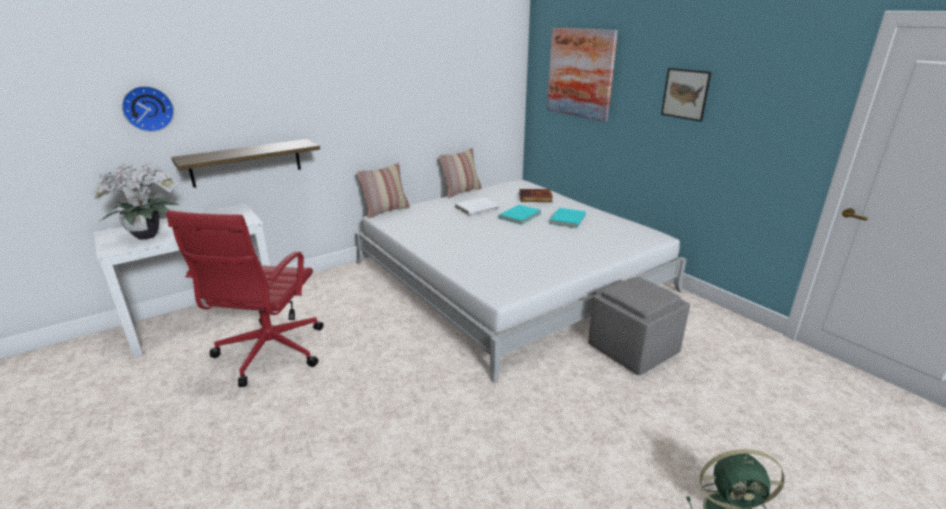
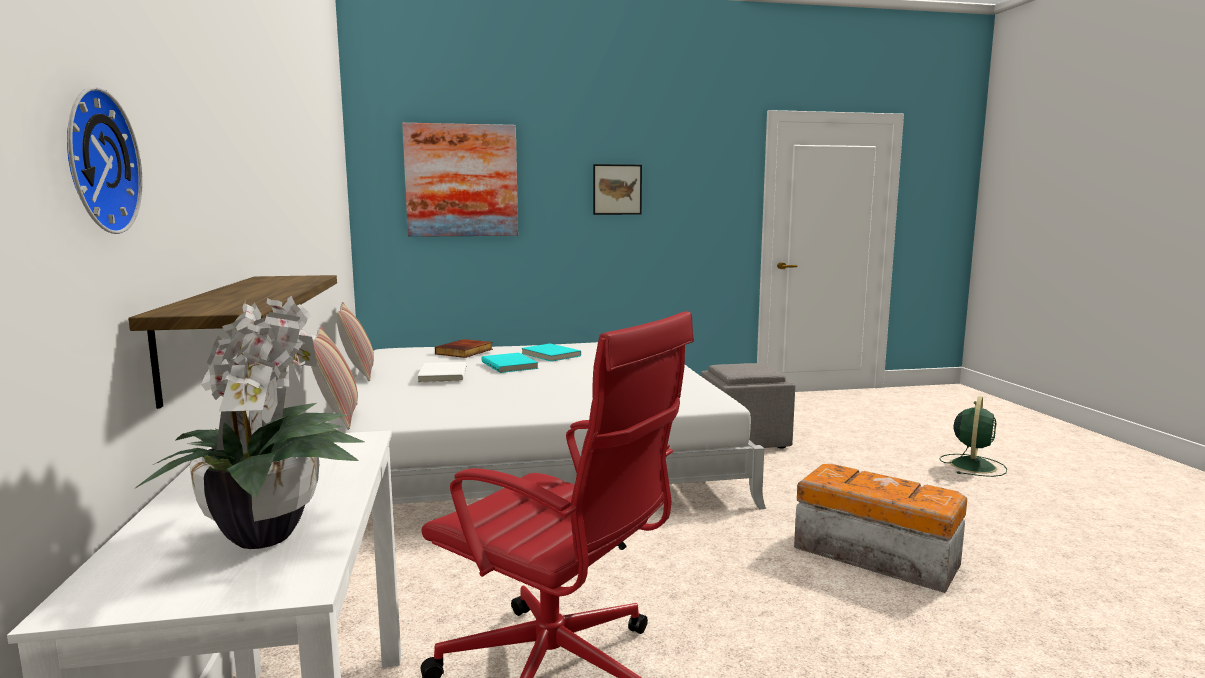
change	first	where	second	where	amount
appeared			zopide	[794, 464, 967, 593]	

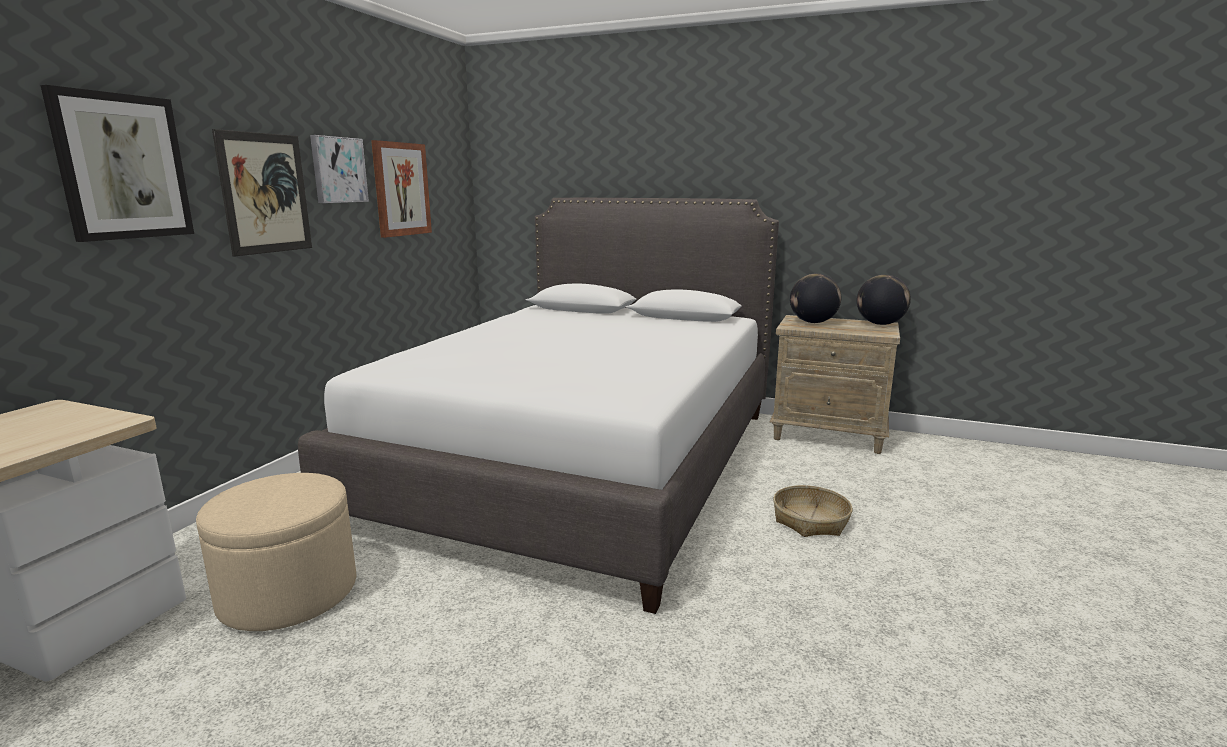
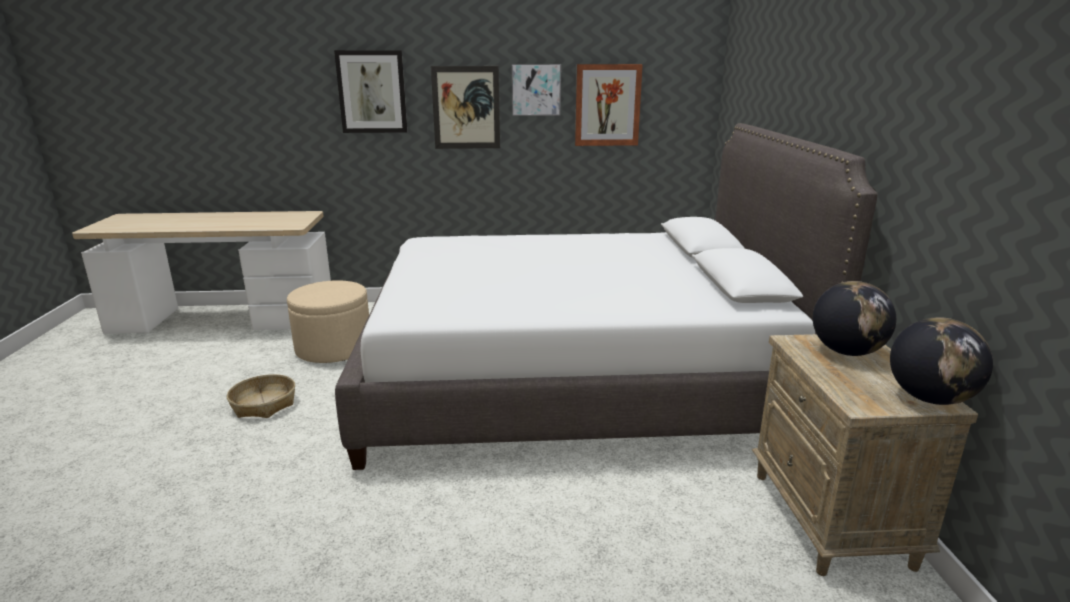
change	first	where	second	where	amount
relocated	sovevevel	[773, 485, 853, 537]		[227, 374, 295, 418]	

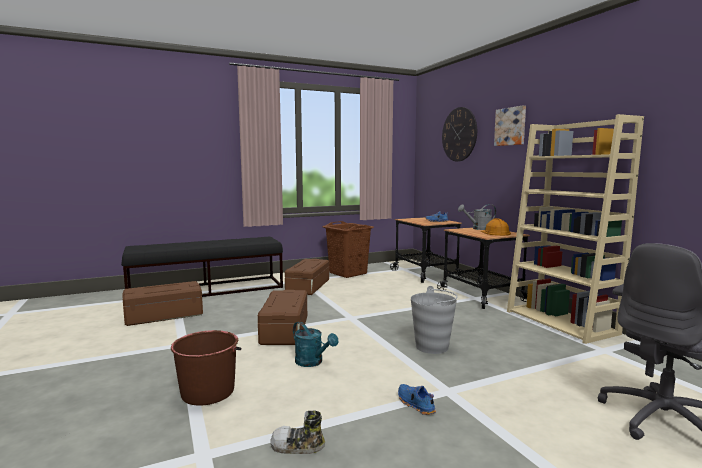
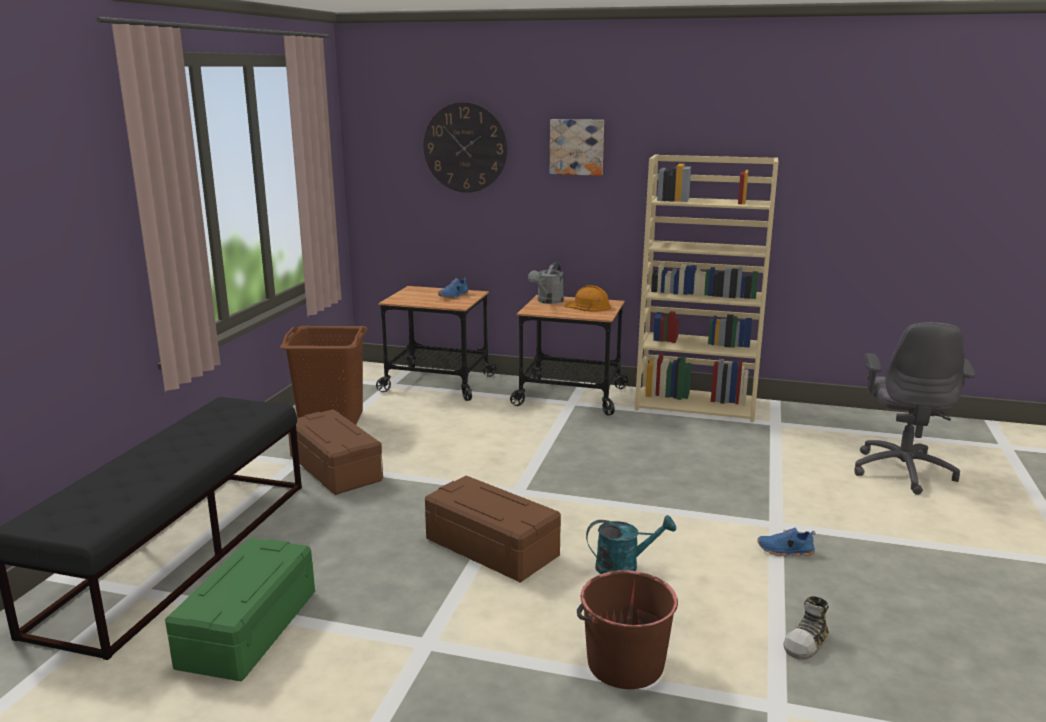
change	first	where	second	where	amount
colour	zopide (brown)	[122, 281, 203, 326]	zopide (green)	[165, 538, 315, 681]	
missing	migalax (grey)	[411, 286, 457, 354]			

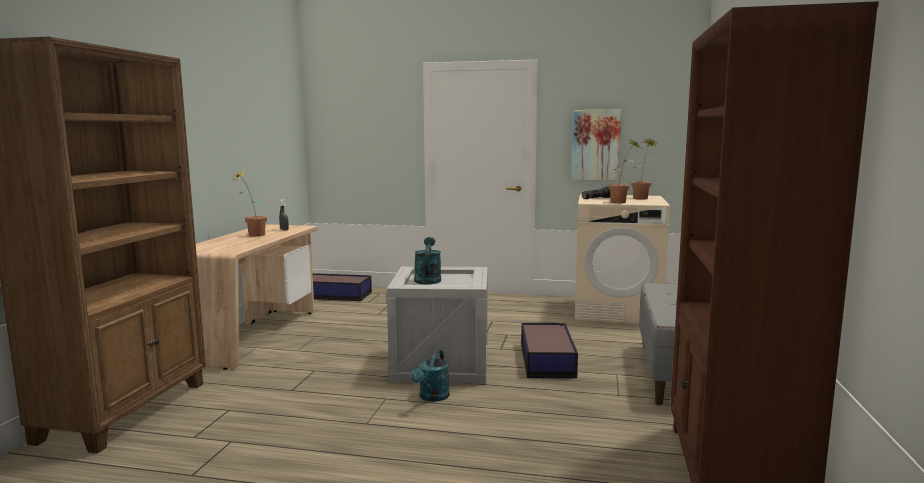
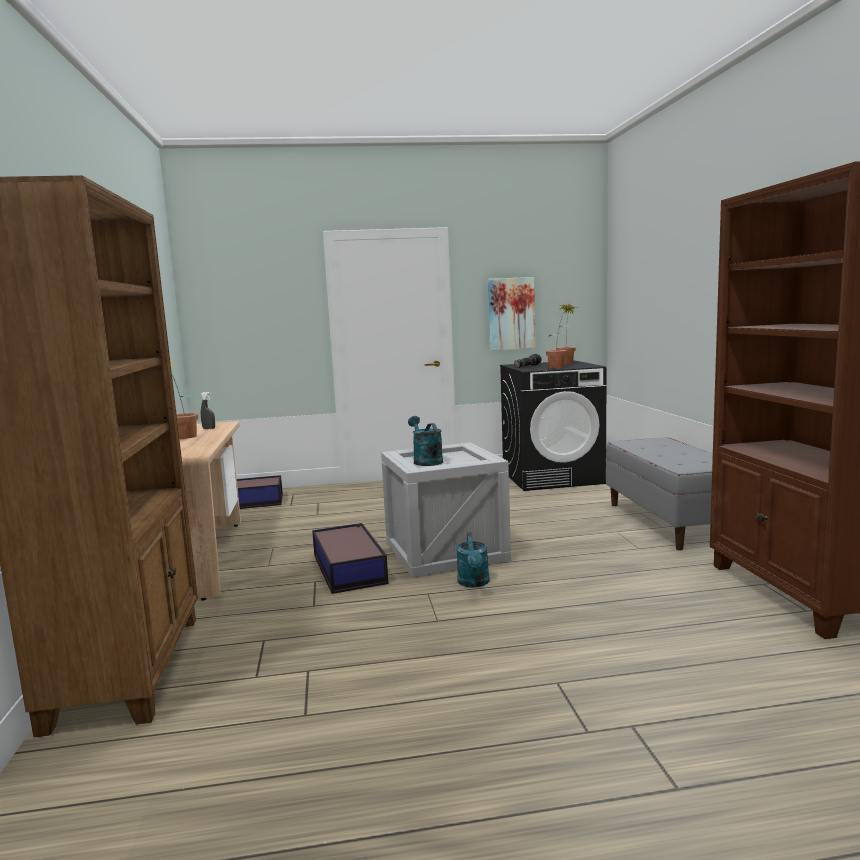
change	first	where	second	where	amount
relocated	zopide	[521, 323, 578, 378]		[312, 523, 388, 594]	
colour	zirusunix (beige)	[575, 194, 670, 324]	zirusunix (black)	[500, 361, 606, 491]	

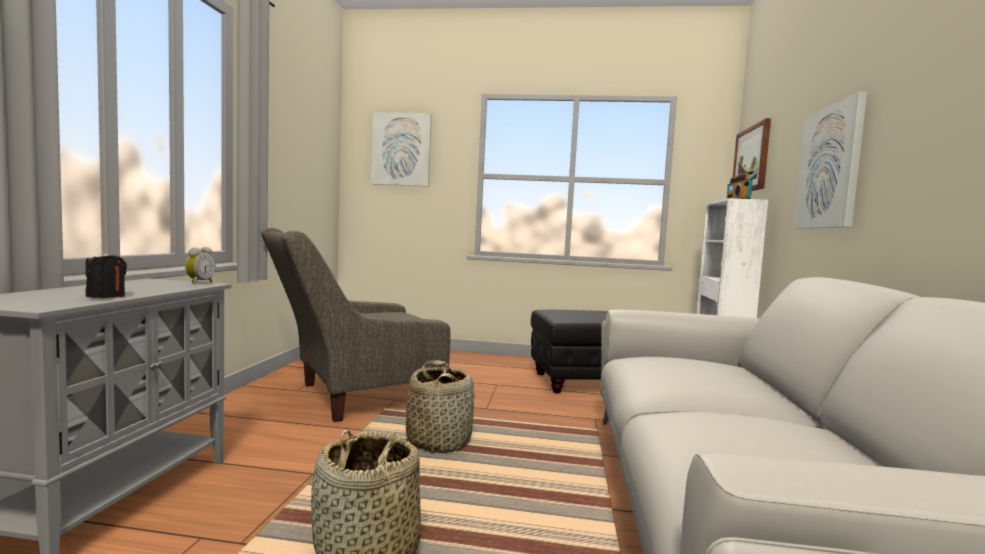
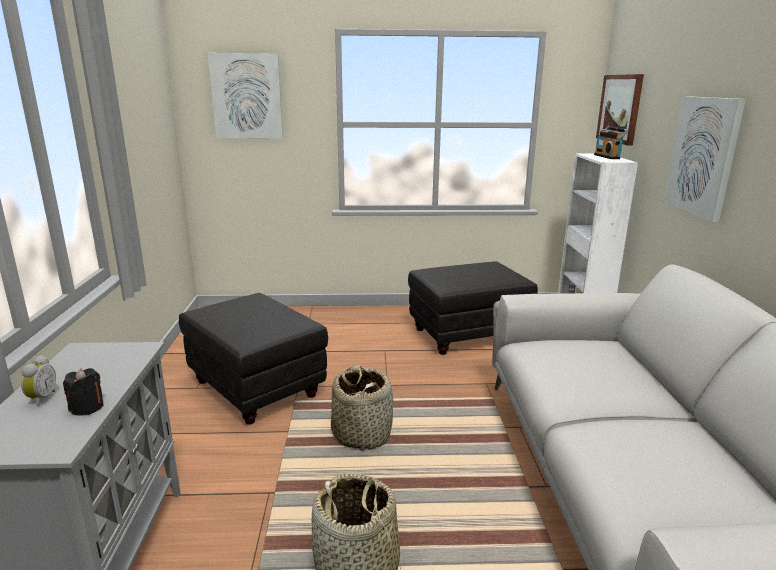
change	first	where	second	where	amount
relocated	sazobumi	[185, 247, 216, 284]		[21, 355, 56, 406]	
exchanged	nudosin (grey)	[261, 228, 451, 422]	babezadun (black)	[179, 293, 328, 425]	

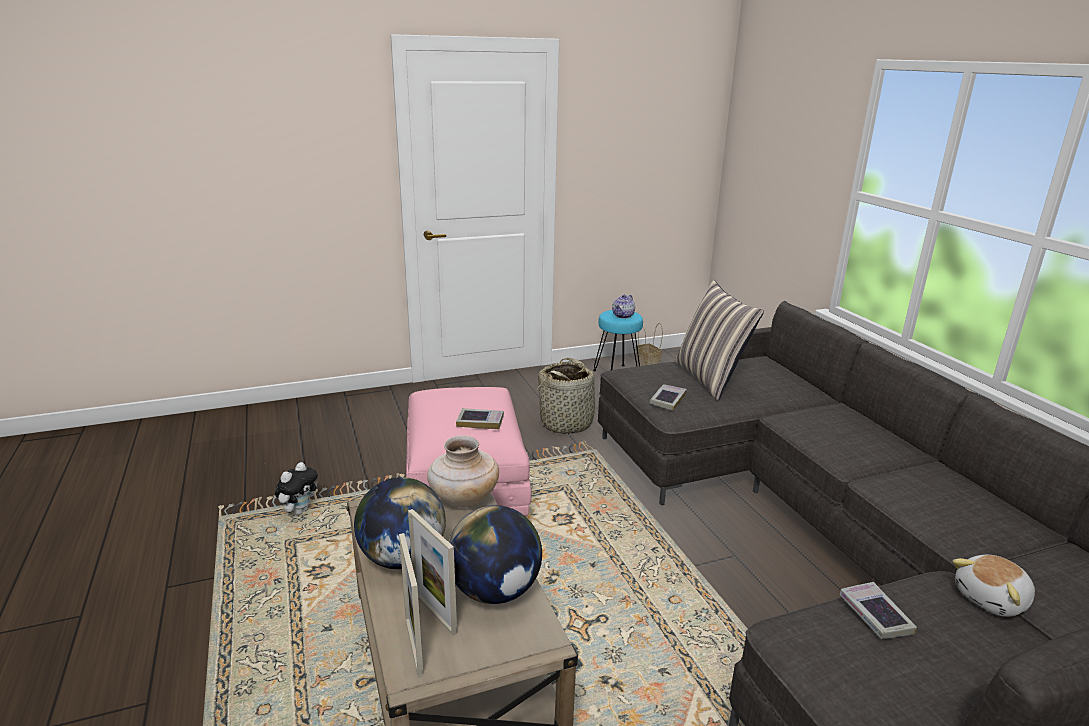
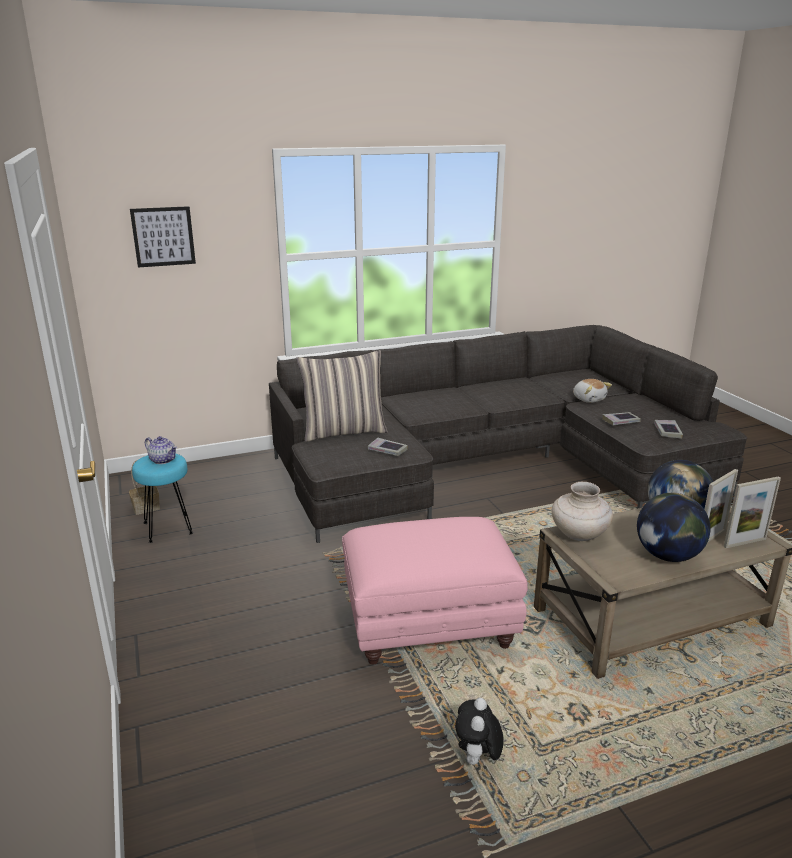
change	first	where	second	where	amount
appeared			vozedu	[130, 206, 196, 267]	
spun	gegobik	[275, 462, 318, 515]		[455, 698, 504, 765]	105 degrees counterclockwise
relocated	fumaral	[456, 408, 504, 429]		[654, 420, 683, 439]	
missing	sovevevel	[535, 358, 599, 434]			

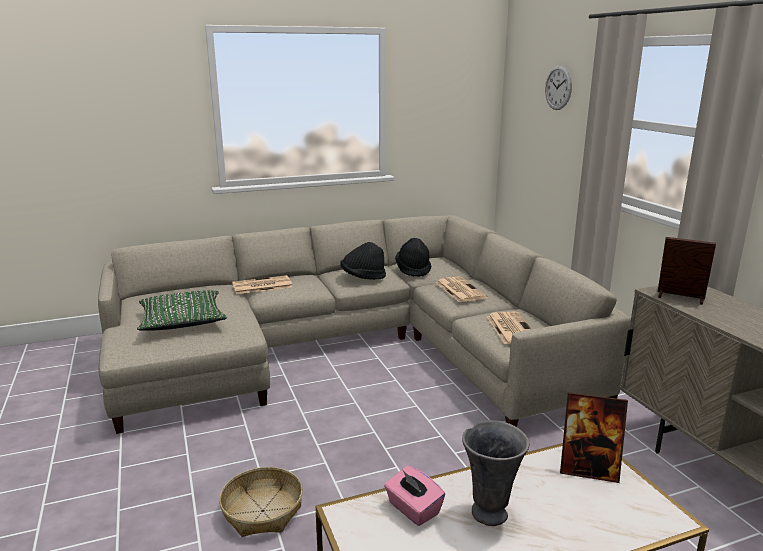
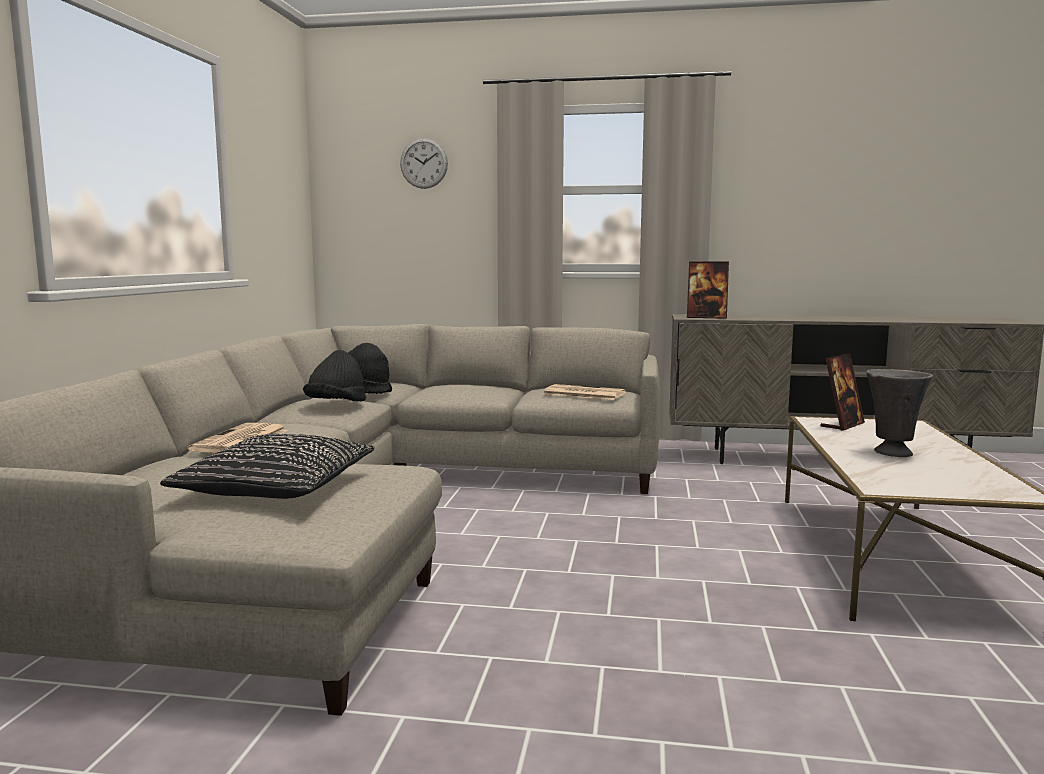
change	first	where	second	where	amount
colour	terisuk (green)	[137, 290, 227, 331]	terisuk (black)	[160, 434, 375, 499]	
spun	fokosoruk	[658, 237, 716, 305]		[687, 262, 729, 319]	135 degrees counterclockwise
missing	sovevevel	[219, 467, 303, 537]			
missing	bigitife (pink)	[384, 466, 445, 526]			
missing	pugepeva	[436, 277, 488, 302]			

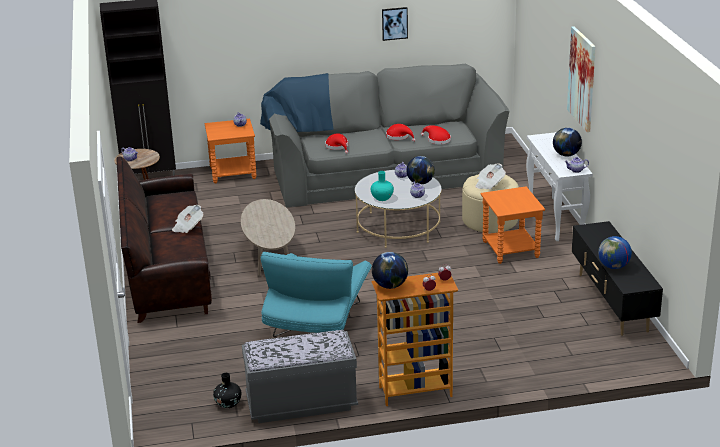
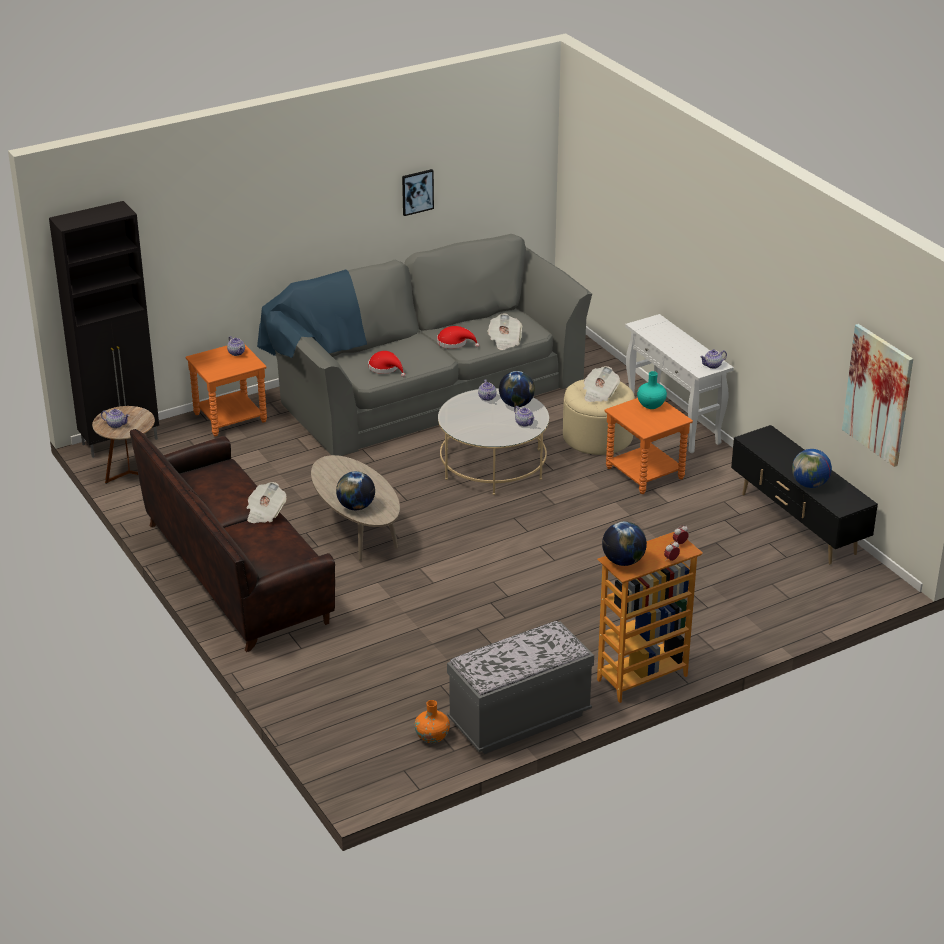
change	first	where	second	where	amount
relocated	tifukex	[553, 128, 582, 156]		[336, 471, 375, 510]	
colour	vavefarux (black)	[213, 373, 241, 408]	vavefarux (orange)	[415, 700, 450, 743]	
exchanged	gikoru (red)	[421, 125, 451, 144]	pugepeva	[487, 314, 522, 350]	
relocated	vavefarux (turquoise)	[371, 171, 394, 201]		[637, 371, 667, 409]	
relocated	vozedu	[567, 26, 596, 132]		[842, 324, 913, 467]	
missing	nudosin (turquoise)	[261, 252, 372, 337]			

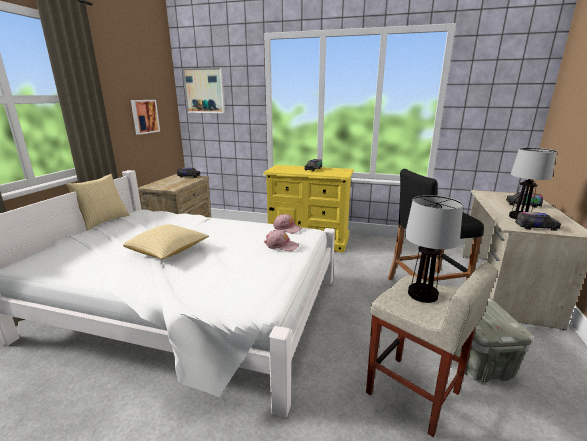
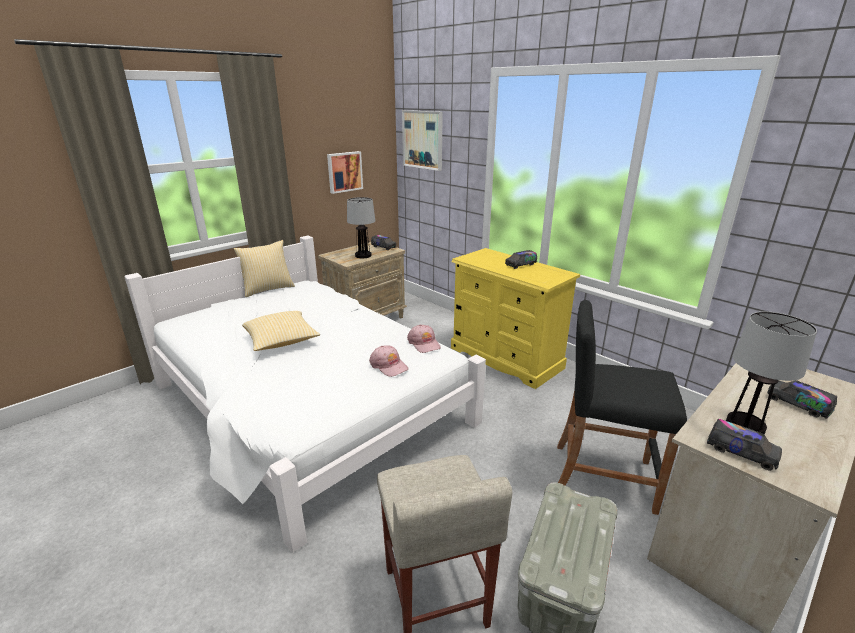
change	first	where	second	where	amount
relocated	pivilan	[405, 195, 463, 303]		[347, 197, 375, 258]	

